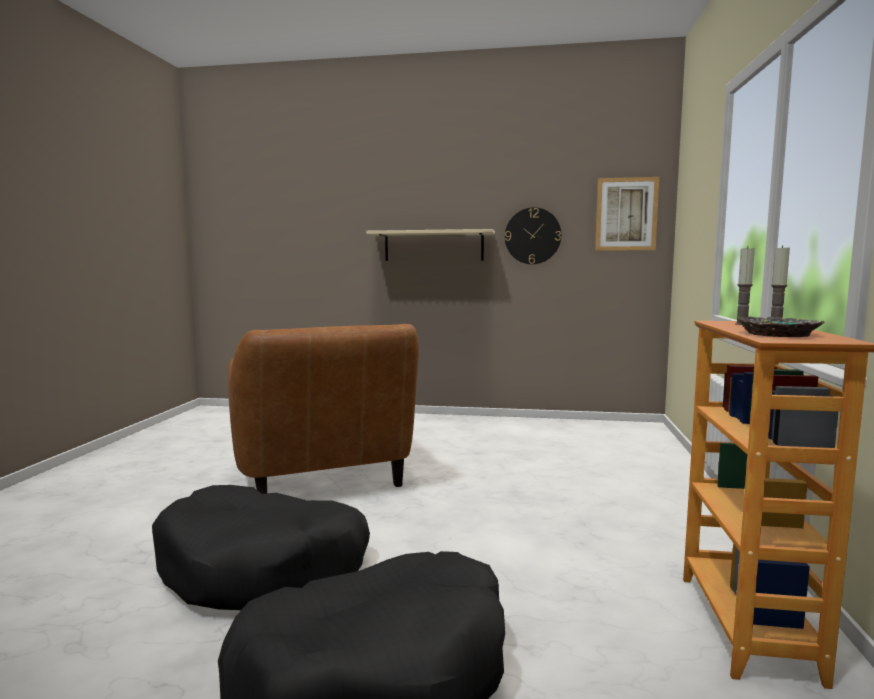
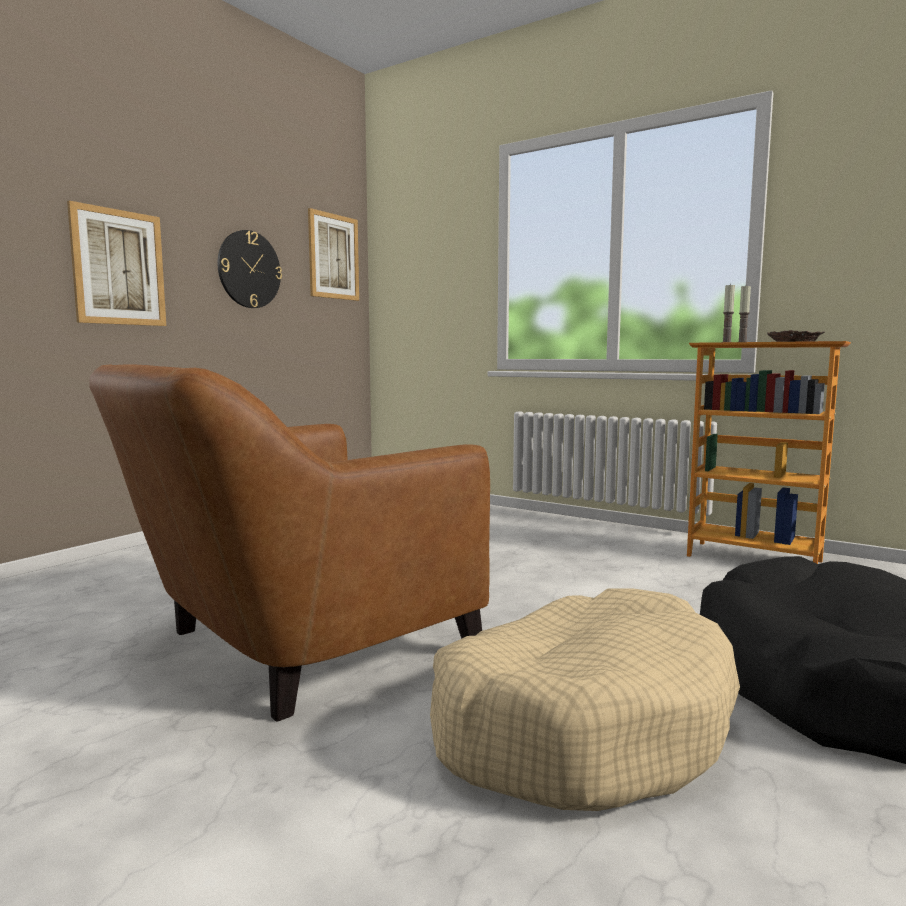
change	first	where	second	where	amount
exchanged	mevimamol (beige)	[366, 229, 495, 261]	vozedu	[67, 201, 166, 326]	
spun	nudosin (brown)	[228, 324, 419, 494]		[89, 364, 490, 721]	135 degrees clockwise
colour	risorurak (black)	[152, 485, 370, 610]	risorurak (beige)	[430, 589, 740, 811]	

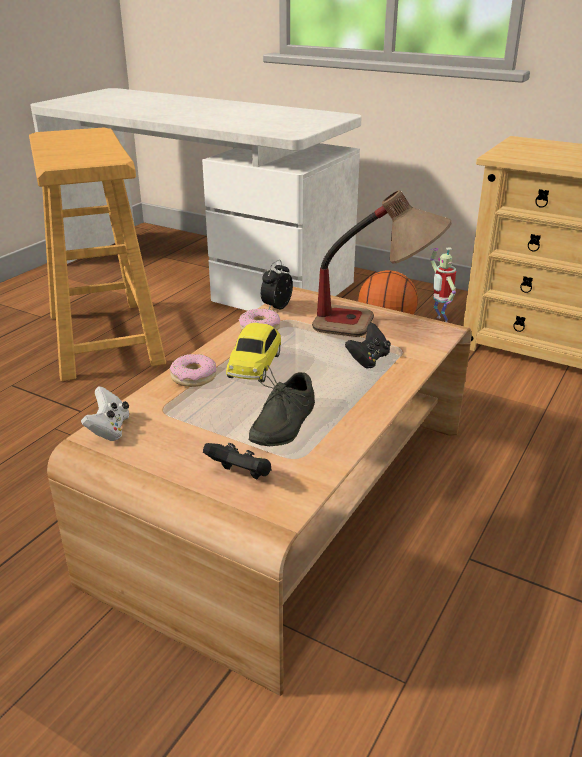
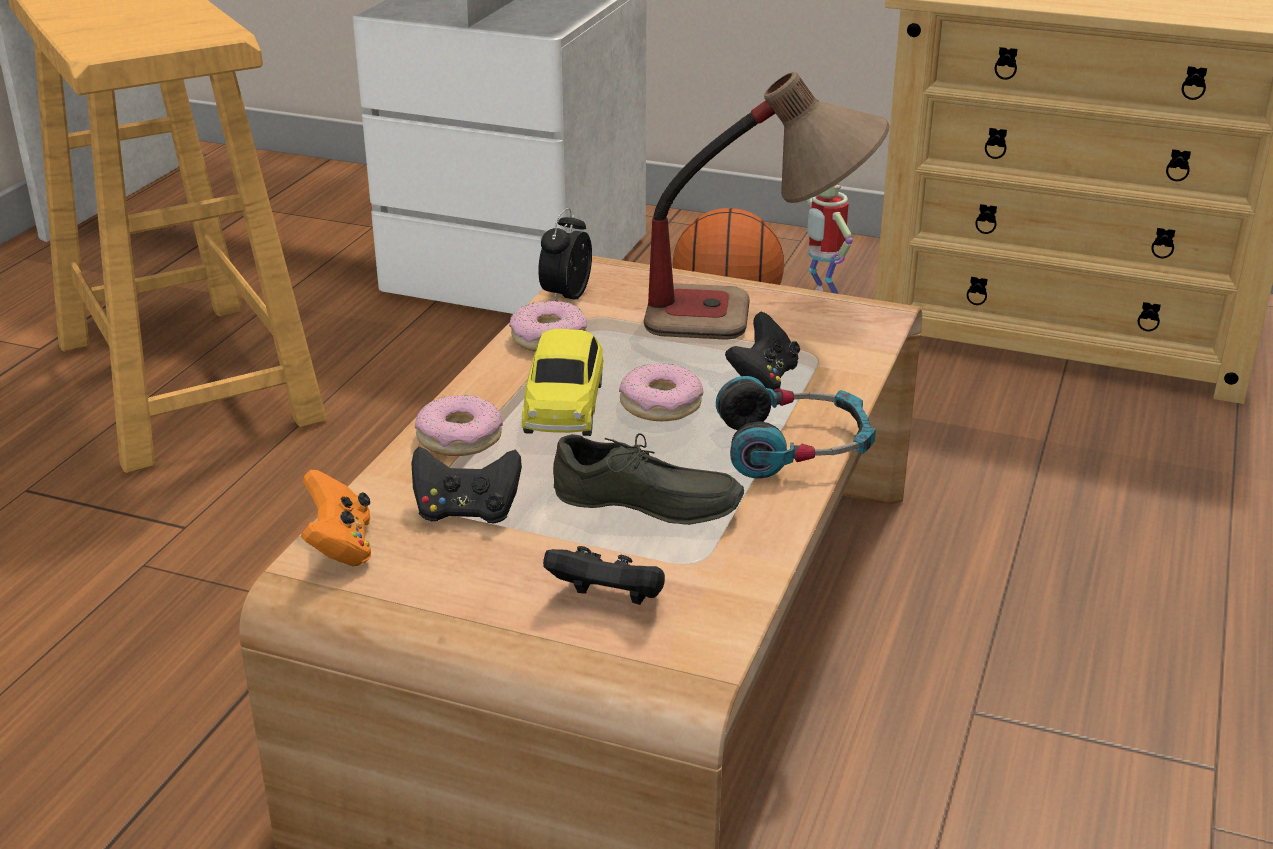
change	first	where	second	where	amount
colour	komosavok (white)	[81, 386, 129, 441]	komosavok (orange)	[301, 470, 371, 566]	
appeared			komosavok (black)	[411, 447, 522, 523]	
spun	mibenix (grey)	[248, 365, 315, 446]		[553, 433, 744, 525]	90 degrees counterclockwise
appeared			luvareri	[619, 364, 704, 421]	
appeared			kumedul	[716, 376, 876, 479]	

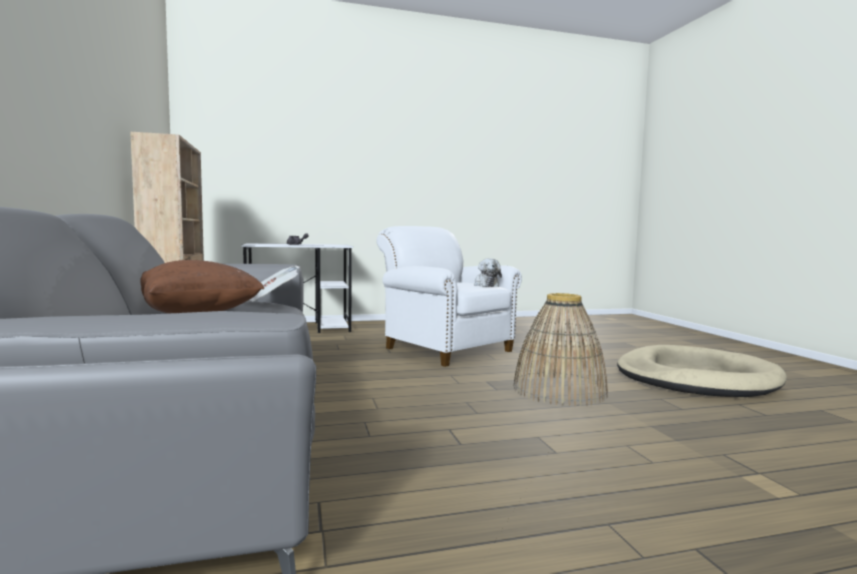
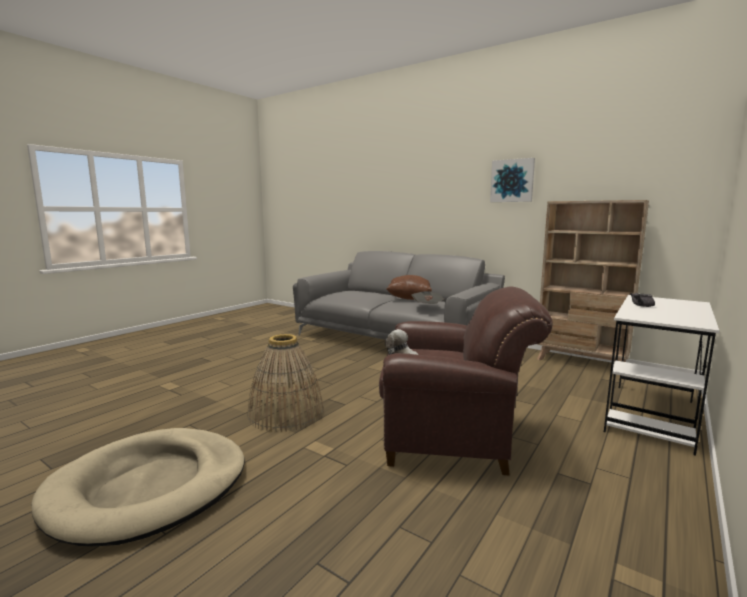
change	first	where	second	where	amount
colour	nudosin (white)	[376, 226, 522, 367]	nudosin (brown)	[379, 287, 553, 475]	
appeared			vozedu	[490, 158, 535, 202]	

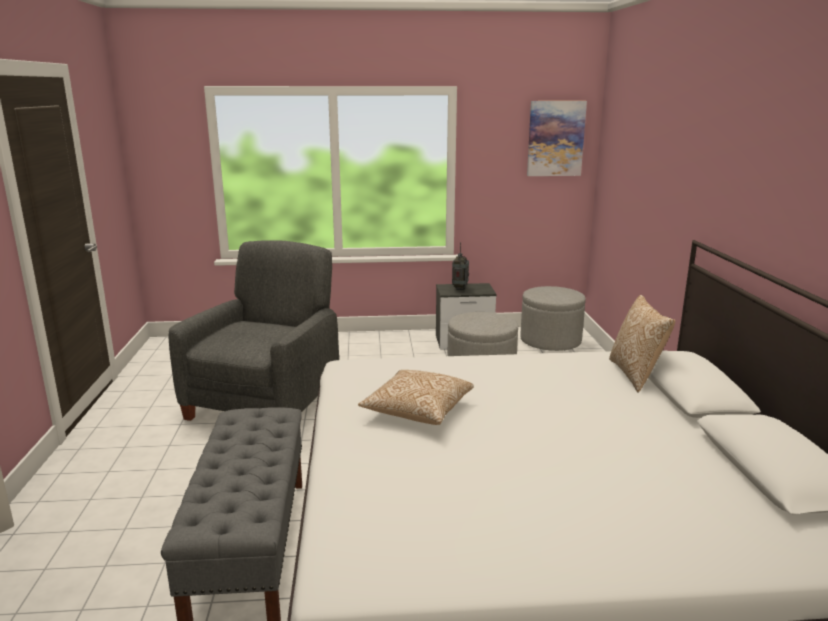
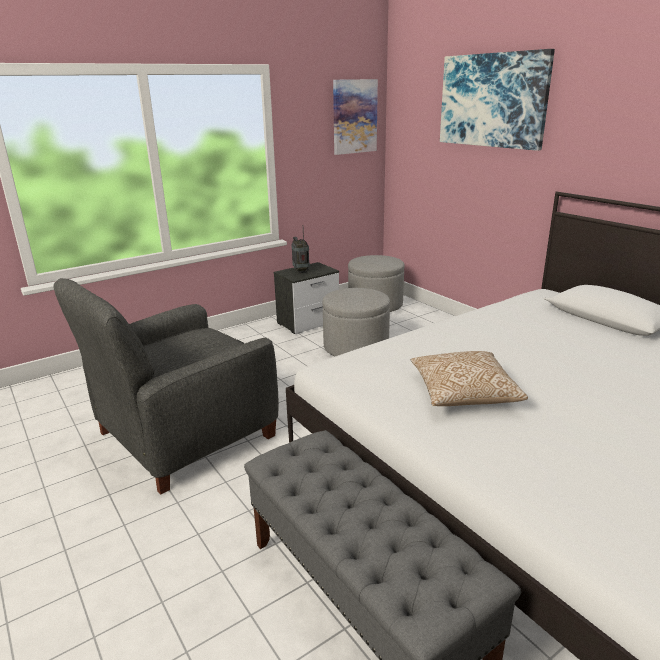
change	first	where	second	where	amount
spun	nudosin (grey)	[168, 240, 339, 421]		[53, 278, 279, 495]	120 degrees counterclockwise
appeared			vozedu	[440, 49, 555, 151]	
missing	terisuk	[609, 295, 675, 393]			

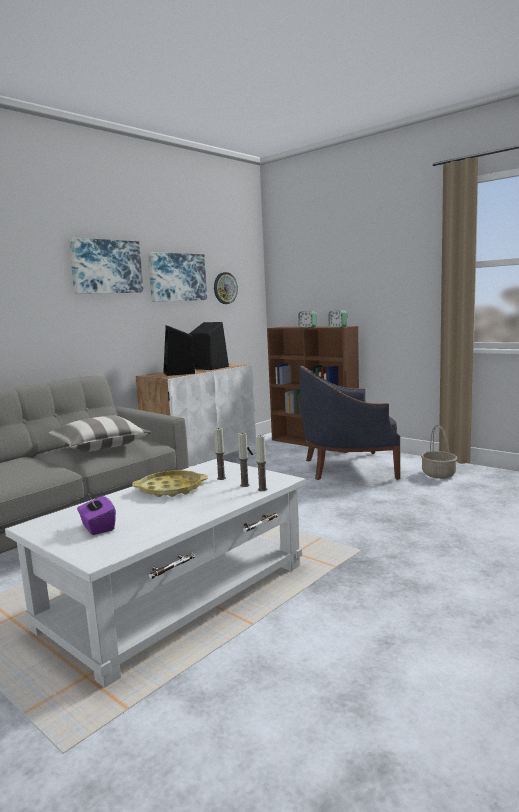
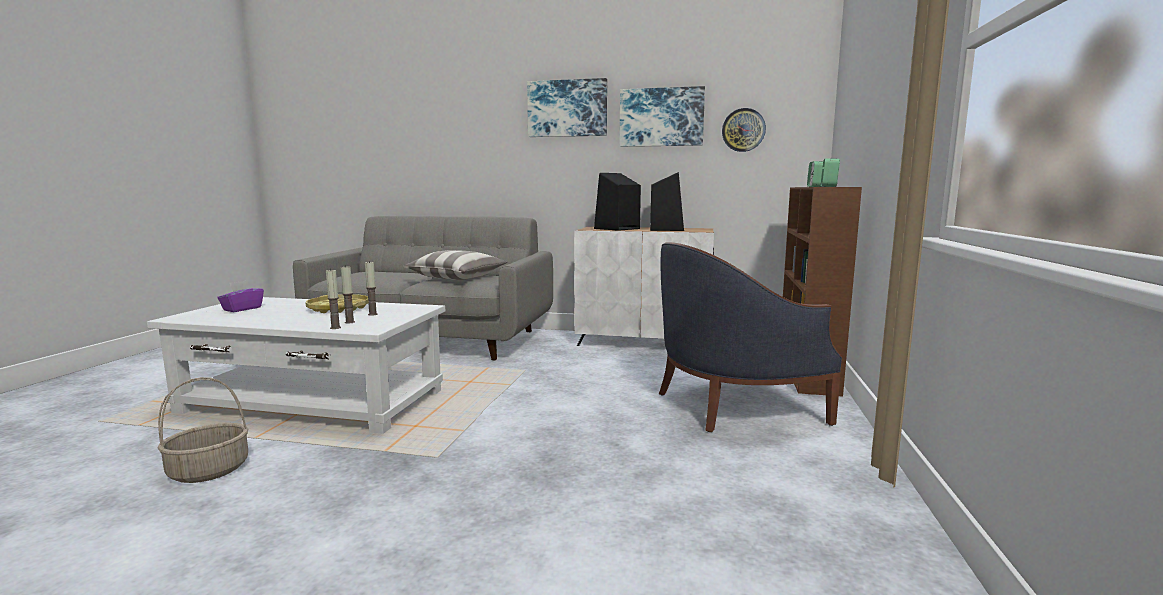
change	first	where	second	where	amount
relocated	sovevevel	[421, 425, 457, 479]		[158, 377, 248, 483]	
spun	nudosin (blue)	[299, 366, 400, 480]		[659, 242, 842, 432]	75 degrees counterclockwise

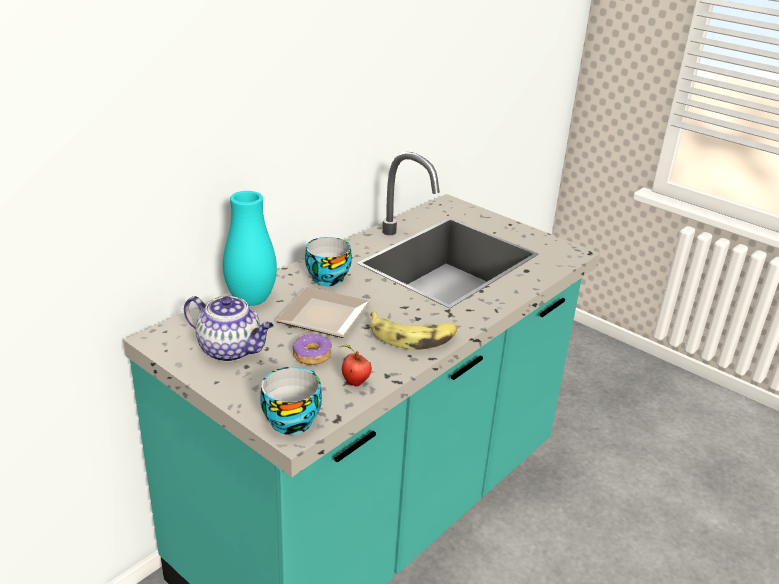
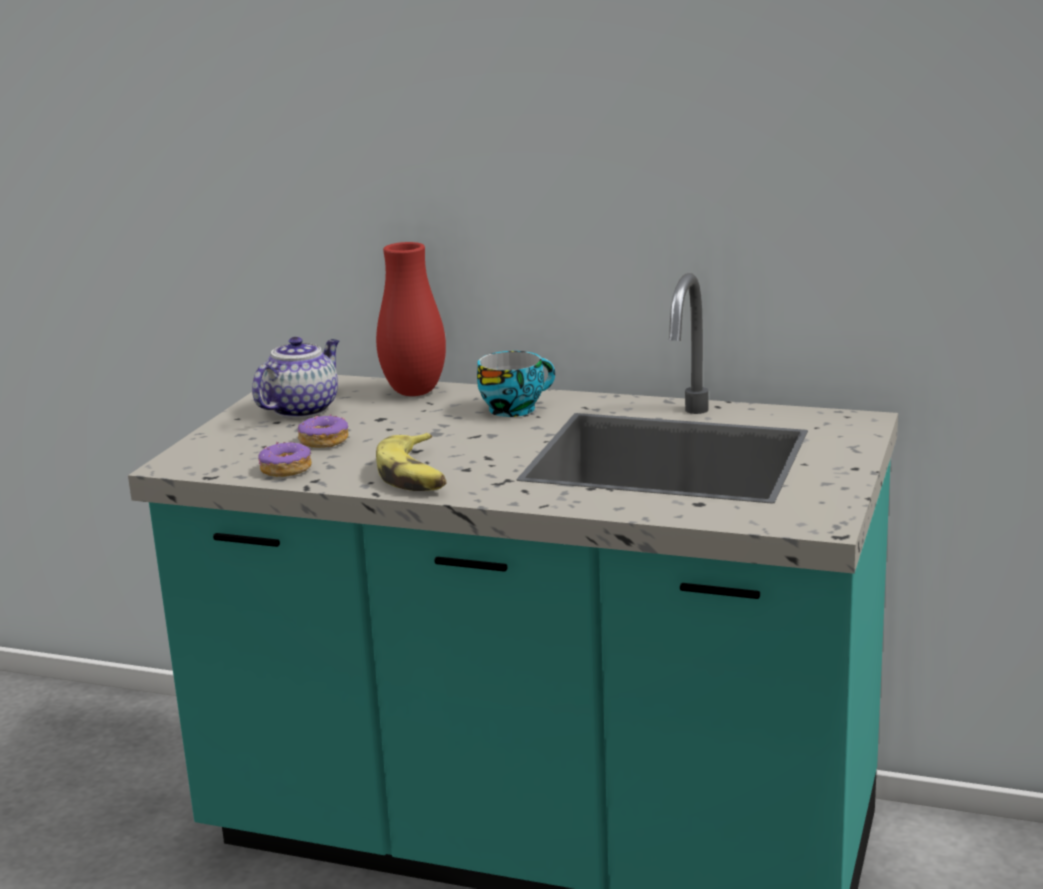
change	first	where	second	where	amount
spun	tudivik	[184, 296, 274, 362]		[252, 337, 340, 418]	150 degrees counterclockwise
exchanged	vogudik	[340, 345, 372, 387]	luvareri	[258, 442, 312, 477]	
colour	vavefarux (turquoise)	[223, 191, 277, 306]	vavefarux (red)	[376, 242, 446, 396]	
missing	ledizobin	[260, 367, 322, 435]			
missing	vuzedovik	[276, 287, 370, 338]			

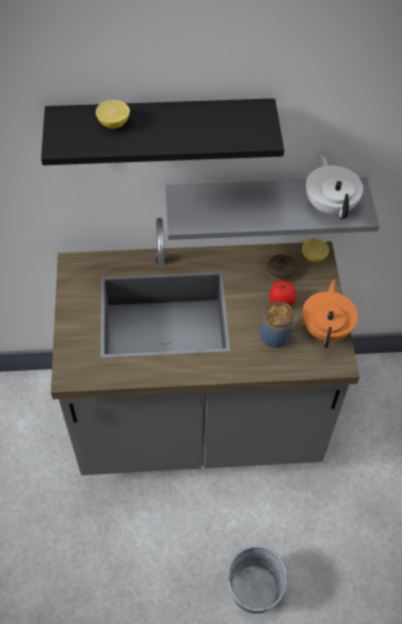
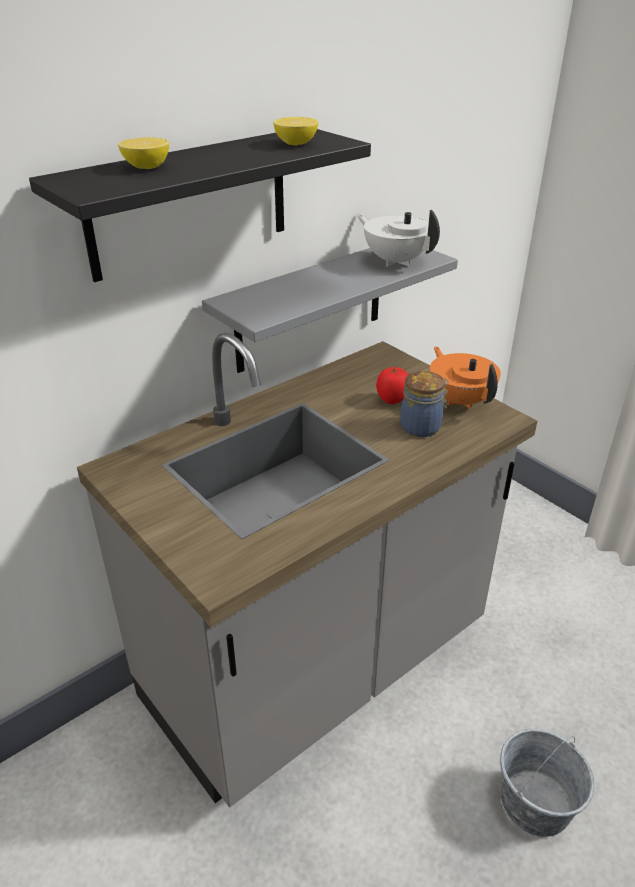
change	first	where	second	where	amount
relocated	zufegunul	[302, 238, 329, 262]		[274, 117, 318, 146]	
missing	luvareri	[267, 254, 298, 281]			

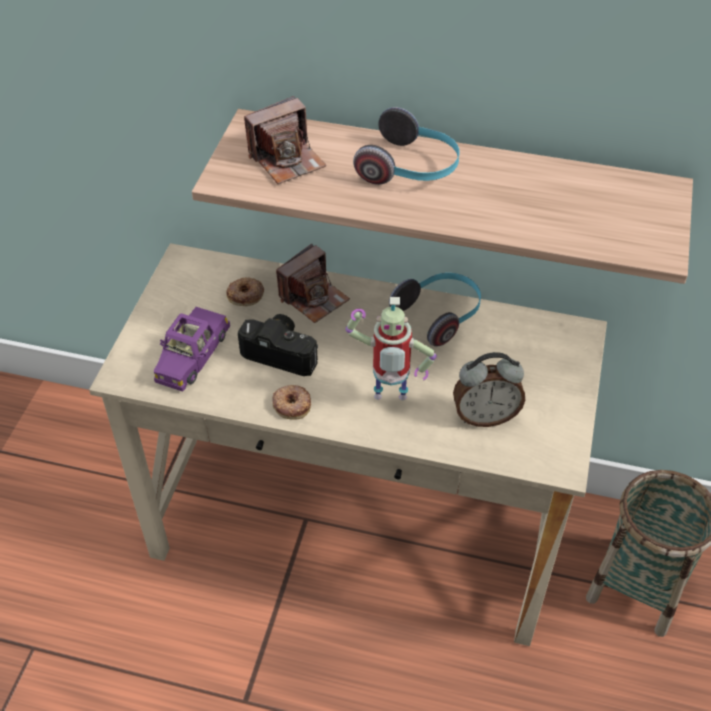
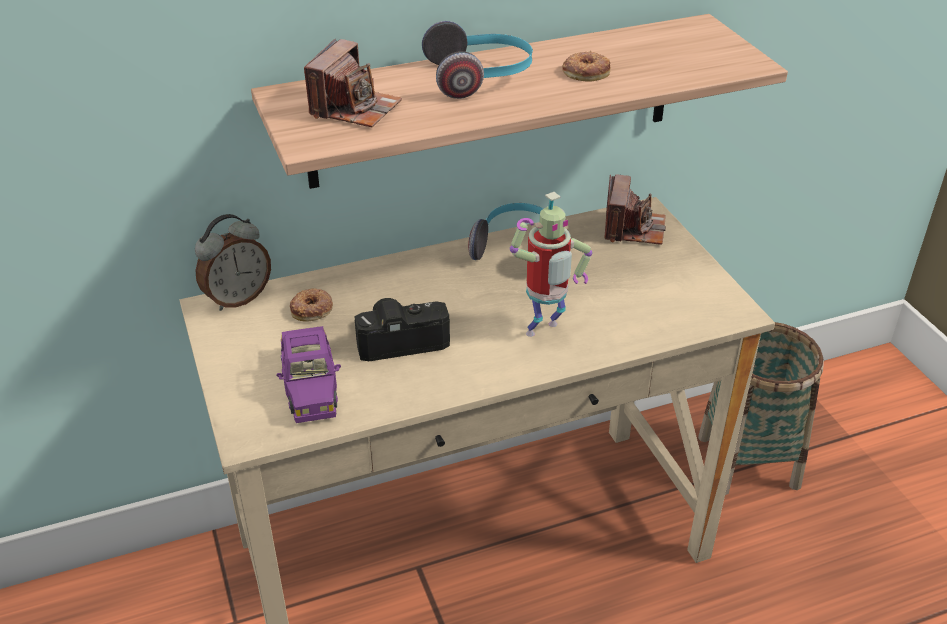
change	first	where	second	where	amount
relocated	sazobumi	[453, 352, 525, 427]		[195, 214, 271, 311]	
relocated	luvareri	[272, 385, 311, 420]		[562, 51, 610, 82]	
relocated	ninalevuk	[276, 244, 350, 323]		[604, 174, 666, 245]	

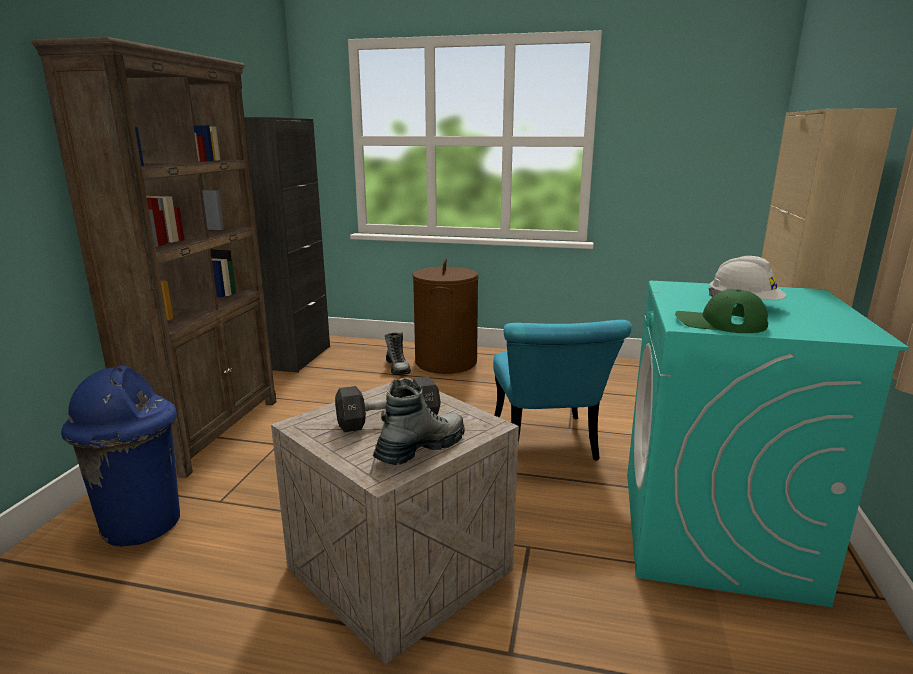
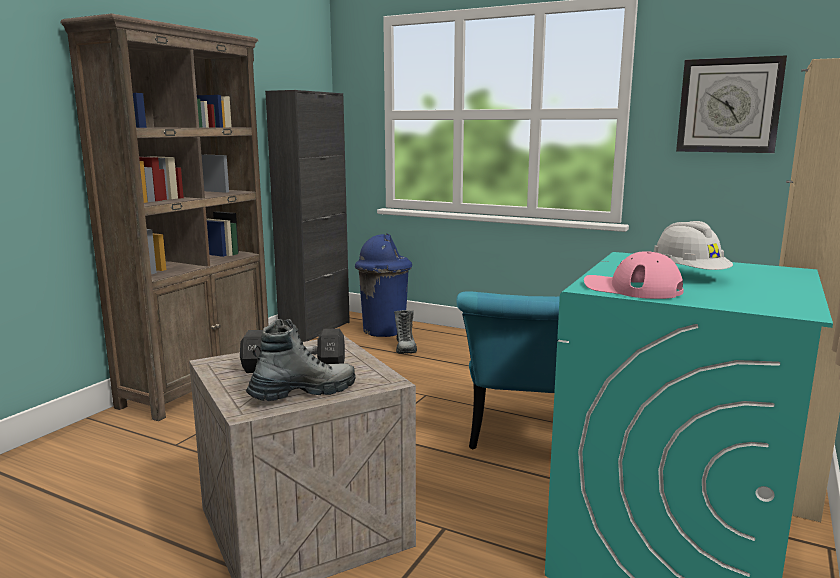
change	first	where	second	where	amount
relocated	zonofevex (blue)	[61, 365, 180, 547]		[355, 233, 412, 337]	
colour	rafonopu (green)	[675, 289, 768, 333]	rafonopu (pink)	[584, 251, 684, 299]	
appeared			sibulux	[676, 55, 787, 153]	
missing	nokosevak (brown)	[412, 258, 479, 374]			

